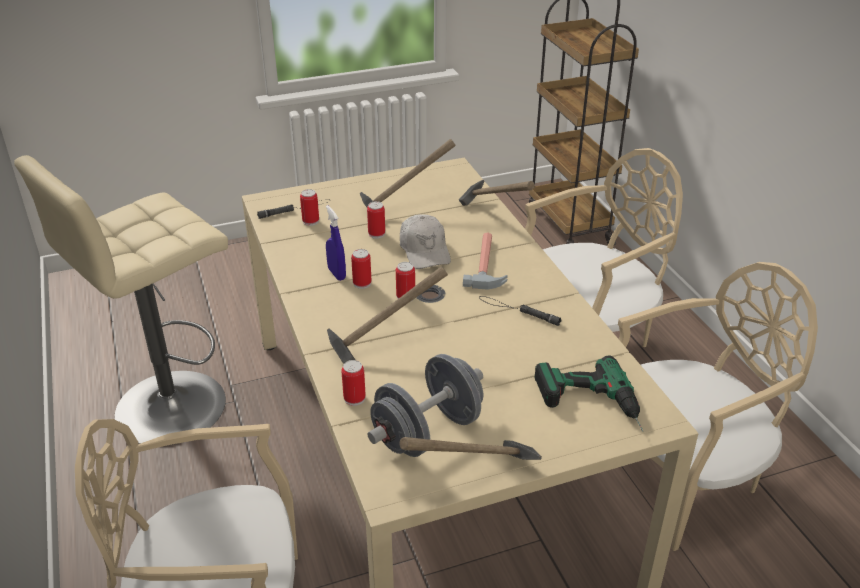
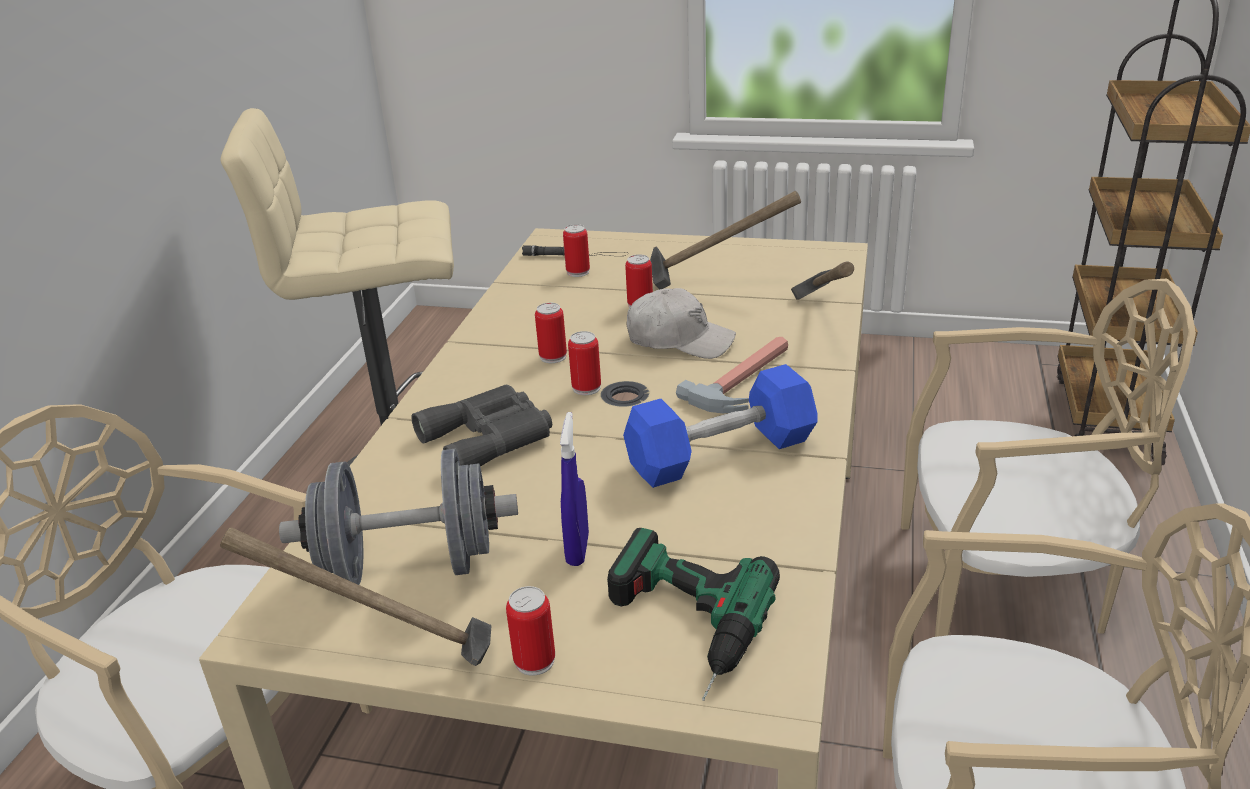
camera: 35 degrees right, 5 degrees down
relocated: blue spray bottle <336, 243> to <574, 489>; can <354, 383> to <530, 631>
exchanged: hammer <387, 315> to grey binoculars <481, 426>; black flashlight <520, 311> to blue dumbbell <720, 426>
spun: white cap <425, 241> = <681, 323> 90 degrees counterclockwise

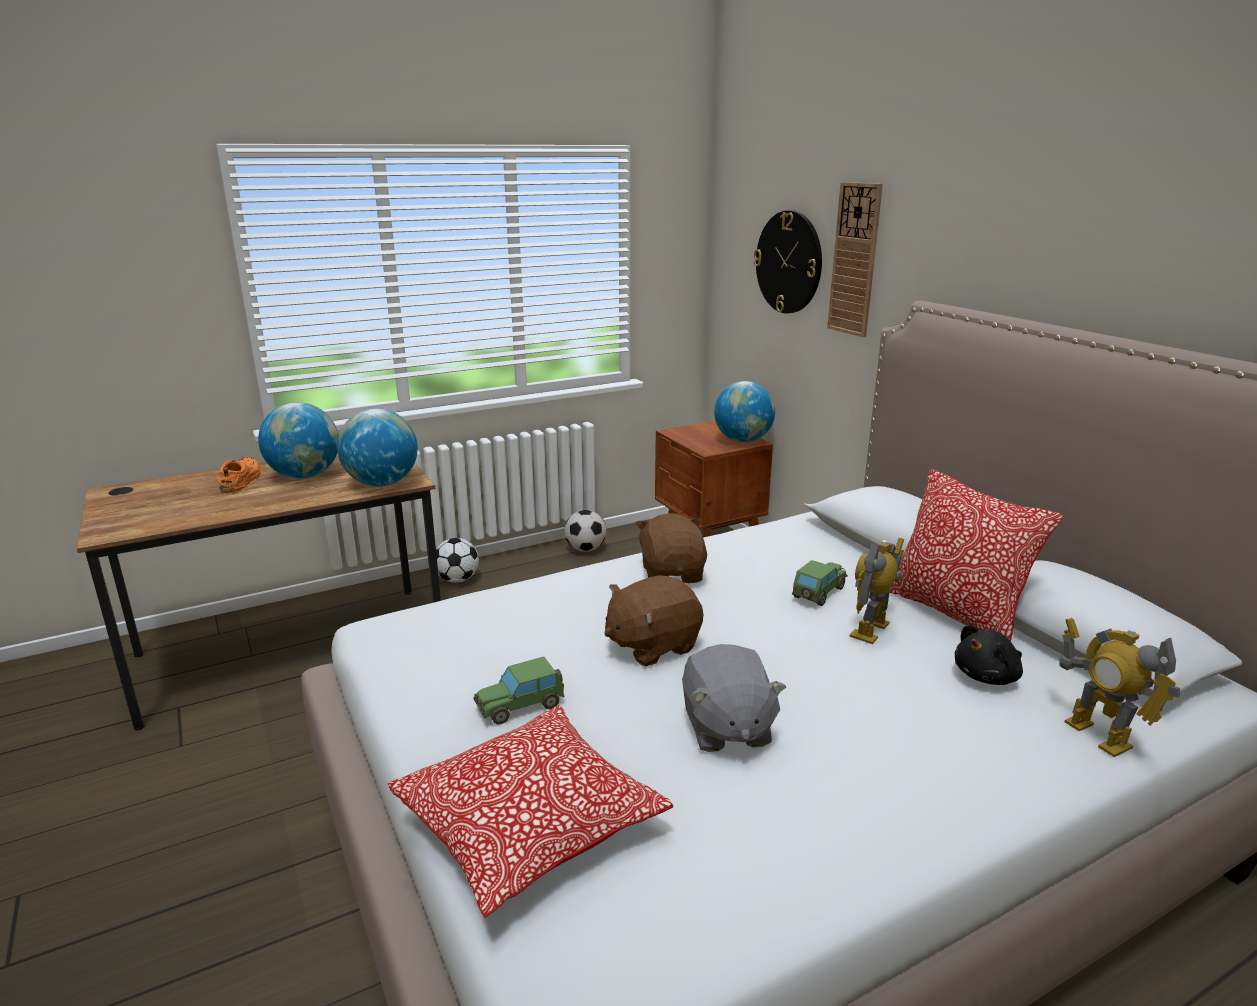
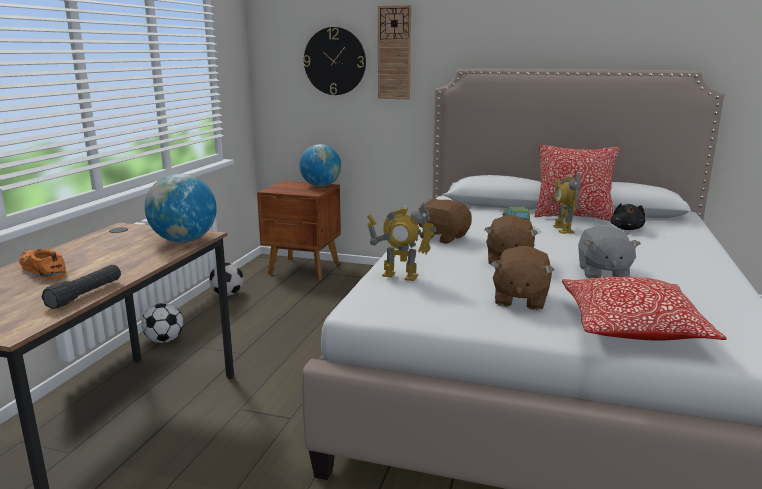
camera: 45 degrees left, 5 degrees down
missing: globe <298, 440>
appeared: black flashlight <81, 287>
relocated: toy robot <1119, 687> to <402, 241>
exchanged: toy car <518, 691> to brown plush toy <522, 278>
spun: grey plush toy <734, 698> = <609, 252> 60 degrees clockwise

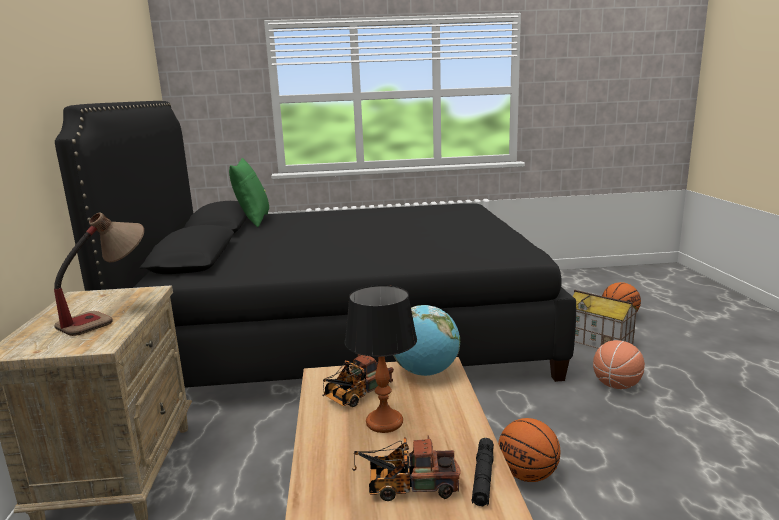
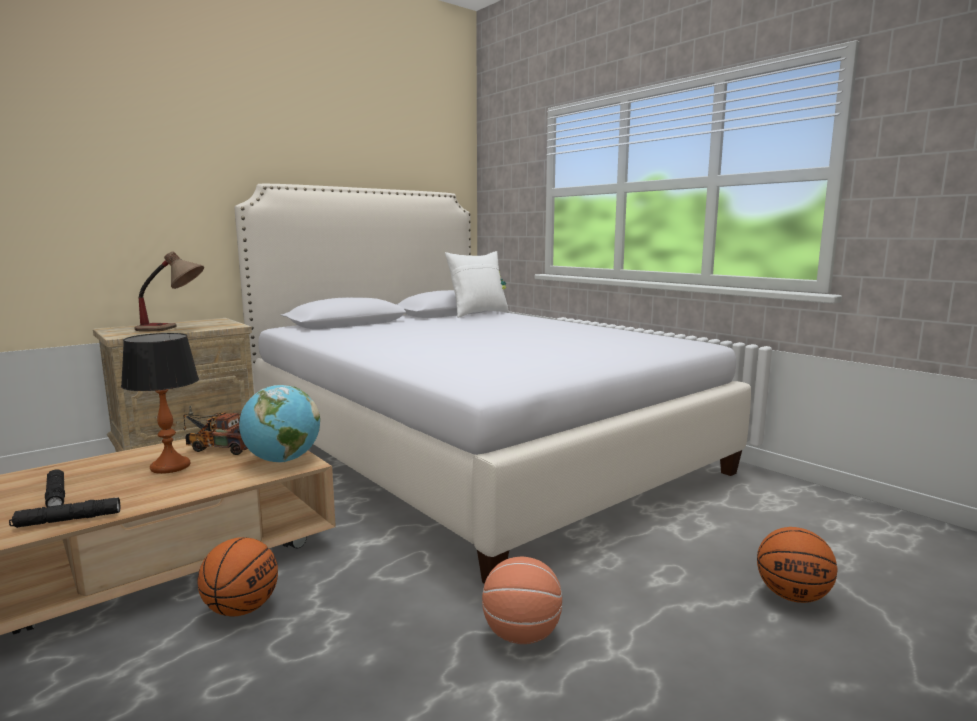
camera: 55 degrees right, 5 degrees down
missing: toy house <605, 319>
exchanged: toy truck <406, 468> to black flashlight <55, 488>
colour: black bed <315, 244> to white bed <492, 383>; green pillow <249, 192> to white pillow <477, 284>

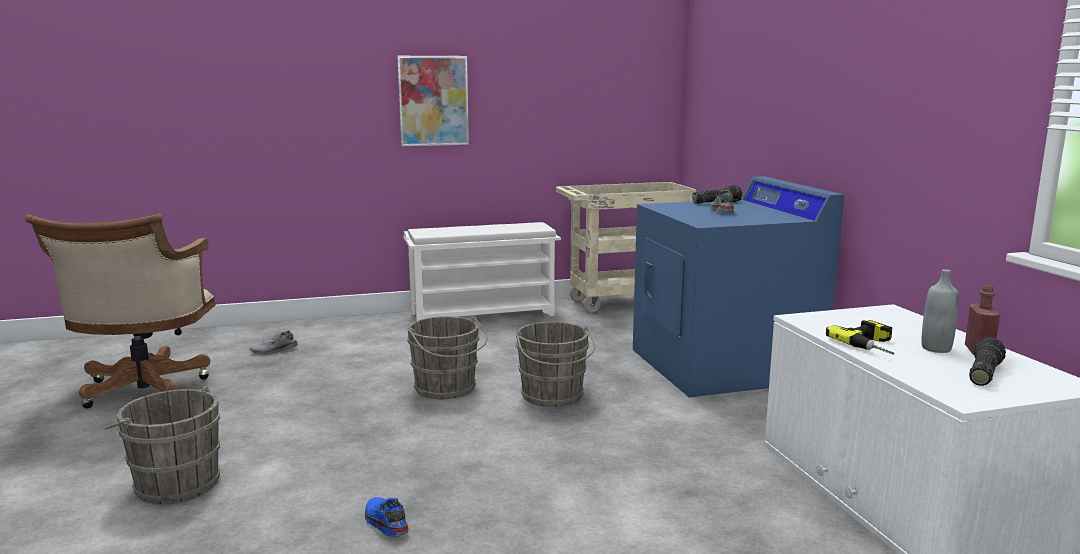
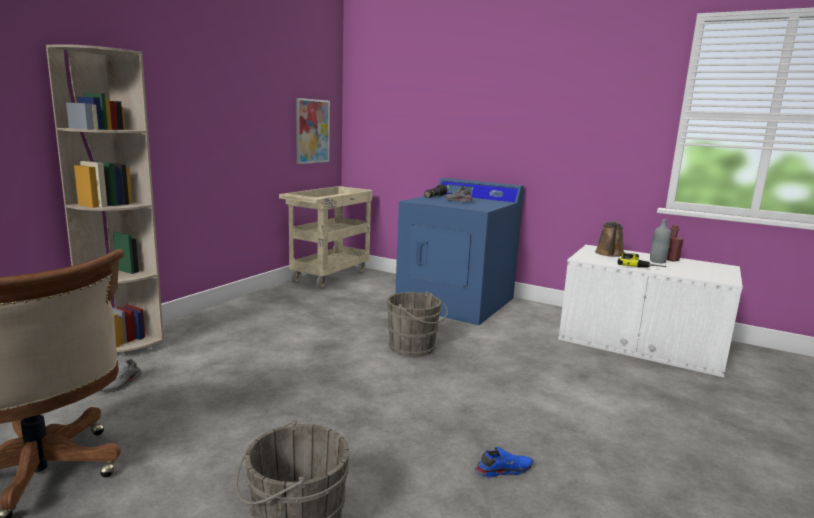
camera: 45 degrees left, 0 degrees up
missing: white shoe rack <482, 271>; grey bucket <447, 357>; flashlight <987, 361>
appeared: beige bookcase <105, 200>; brown watering can <609, 239>
relocated: picture <433, 101> to <313, 131>
spun: blue shoe <387, 517> = <504, 462> 150 degrees clockwise

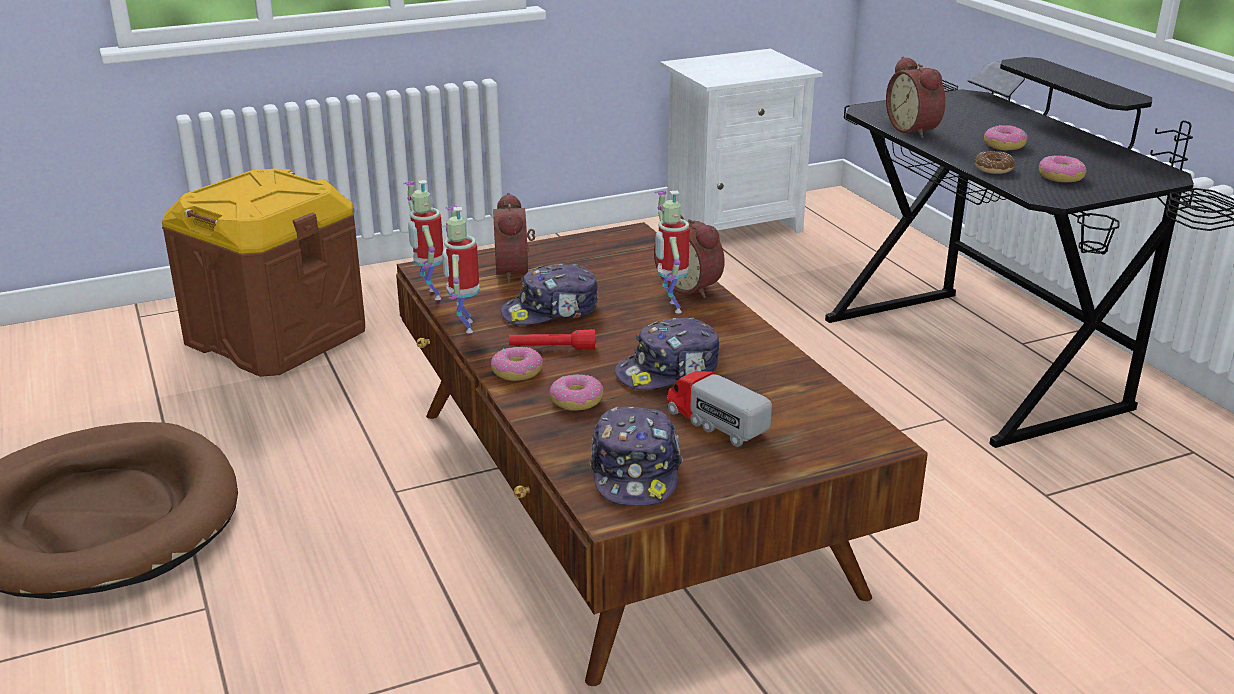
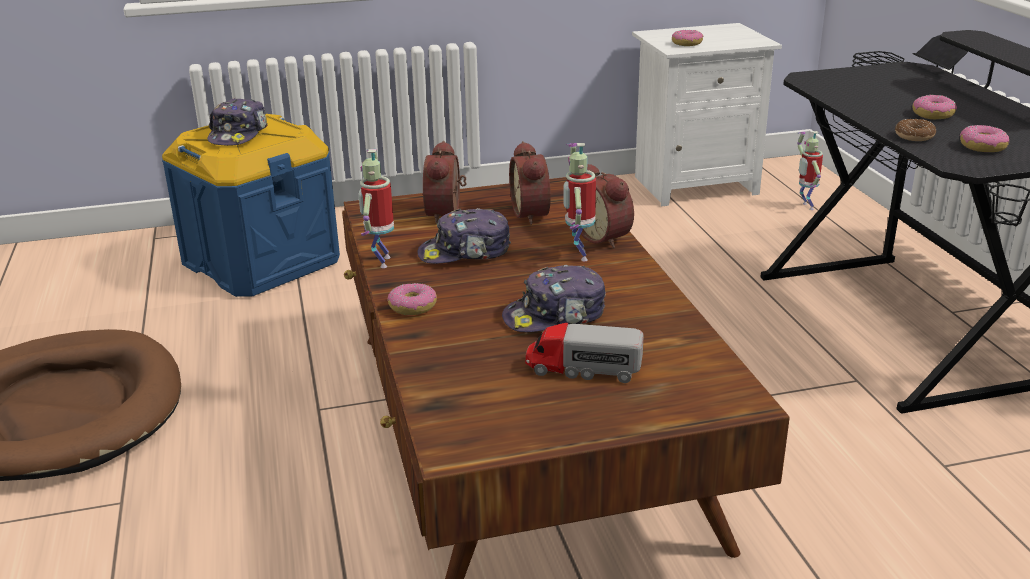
camera: 10 degrees right, 0 degrees up
missing: red flashlight <552, 339>
relocated: alarm clock <916, 97> to <530, 183>; toy robot <423, 240> to <810, 170>; donut <577, 392> to <688, 38>; cap <636, 456> to <237, 122>
colour: brown storage box <263, 272> to blue storage box <251, 205>
spun: toy truck <719, 409> = <584, 353> 45 degrees counterclockwise

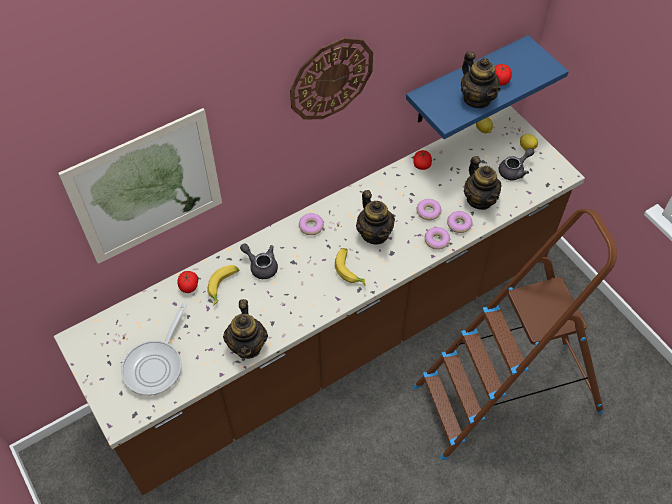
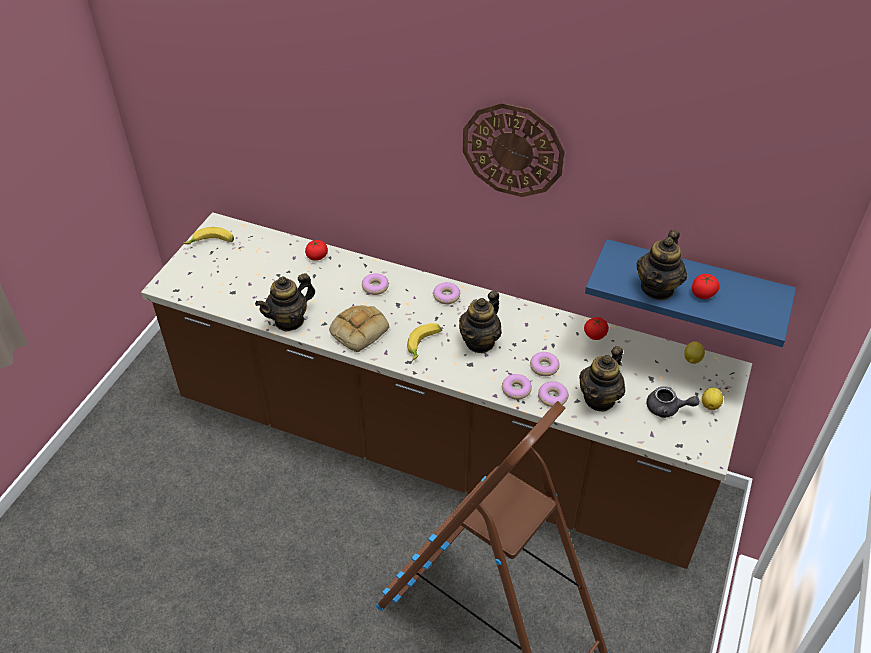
camera: 55 degrees right, 10 degrees down
missing: picture <140, 186>; frying pan <154, 349>
appeared: bread <359, 328>
relocated: banana <223, 285> to <208, 235>
exchanged: grey teapot <259, 261> to donut <375, 284>

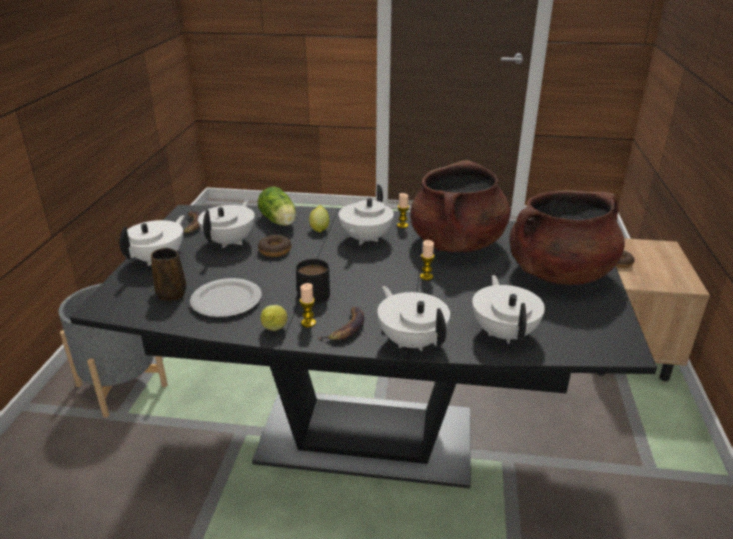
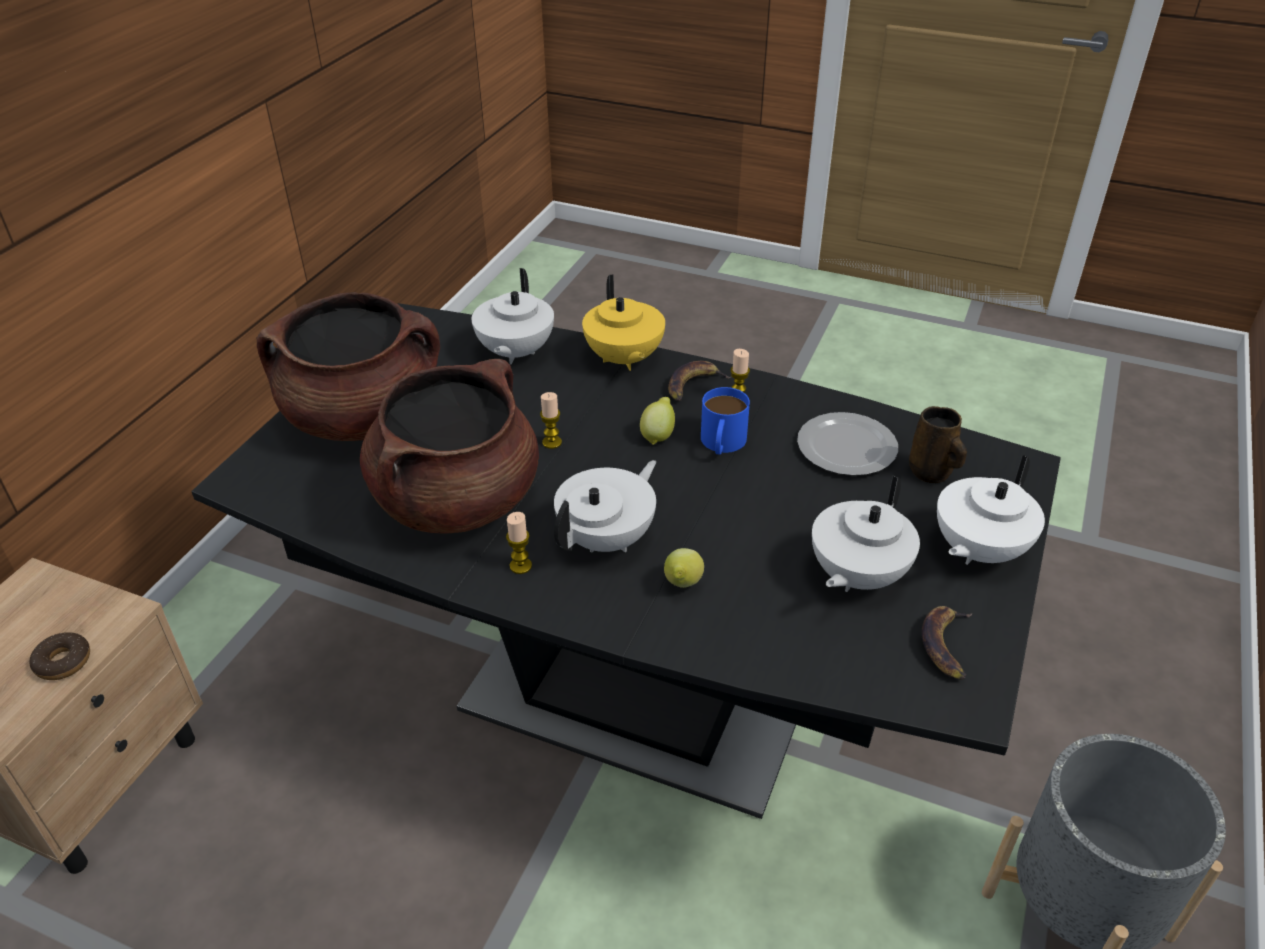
camera: 165 degrees left, 10 degrees up
missing: lettuce <277, 206>; donut <274, 246>
relocated: lemon <273, 318> to <657, 421>
colour: black mug <313, 281> to blue mug <725, 421>; white teapot <413, 318> to yellow teapot <623, 322>

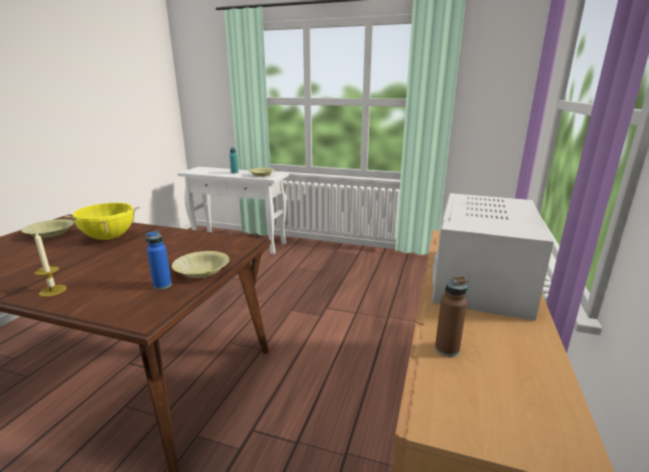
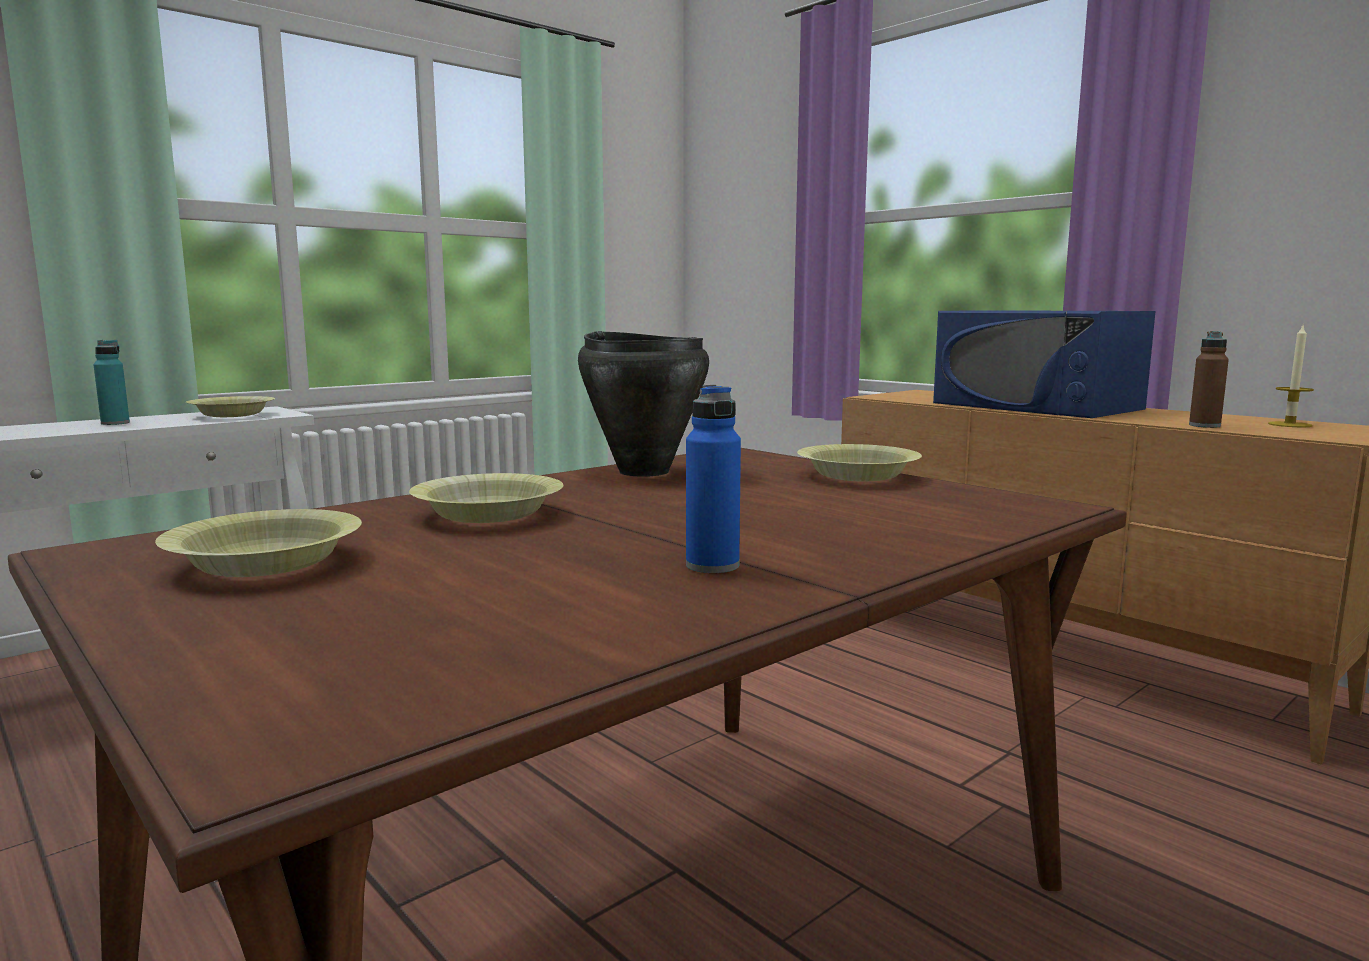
camera: 60 degrees left, 10 degrees down
appeared: black cooking pot <643, 404>
relocated: blue bottle <159, 260> to <713, 479>; candle <51, 265> to <1291, 376>
exchanged: yellow cooking pot <102, 221> to yellow bowl <486, 498>
colour: white microwave <493, 257> to blue microwave <1044, 364>

